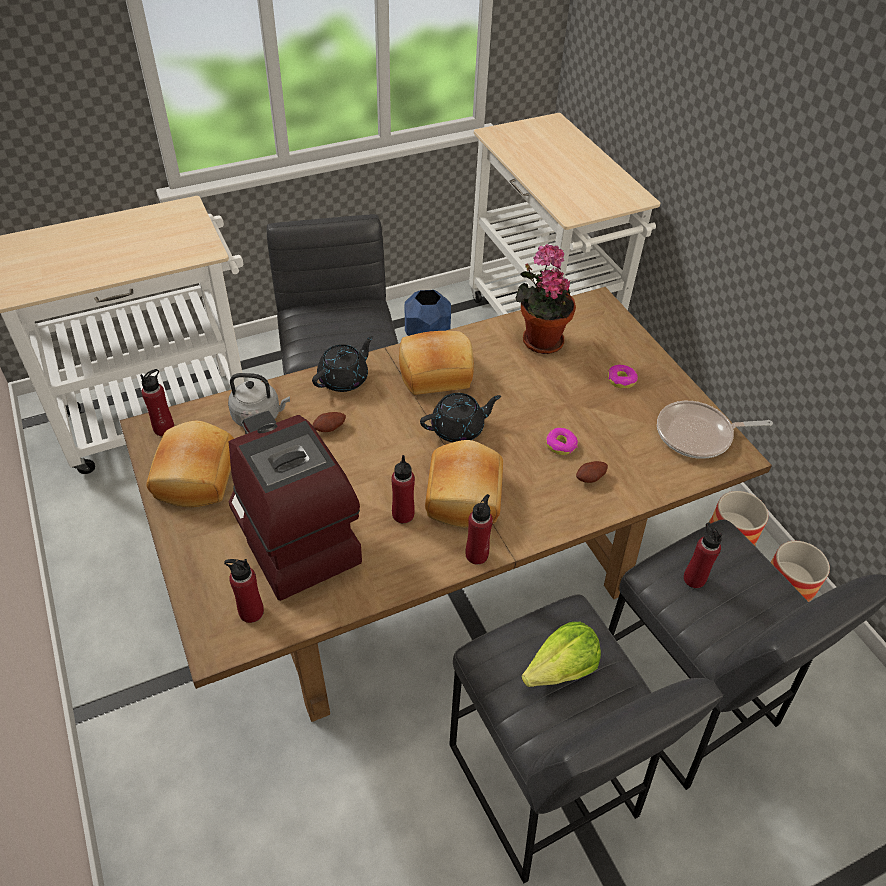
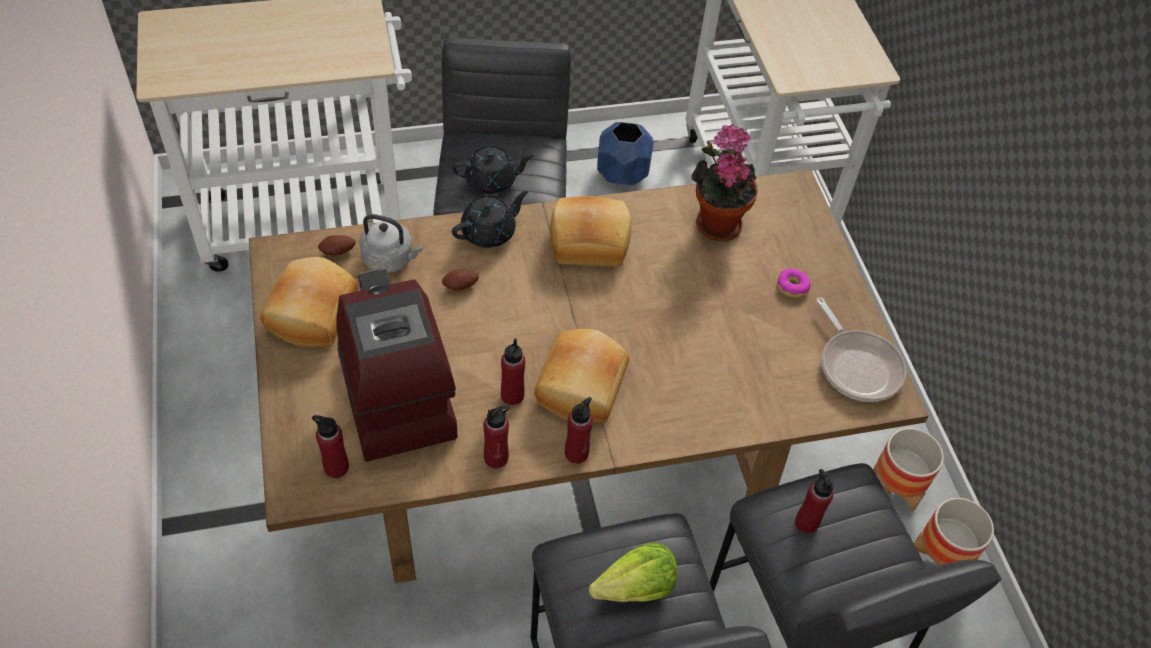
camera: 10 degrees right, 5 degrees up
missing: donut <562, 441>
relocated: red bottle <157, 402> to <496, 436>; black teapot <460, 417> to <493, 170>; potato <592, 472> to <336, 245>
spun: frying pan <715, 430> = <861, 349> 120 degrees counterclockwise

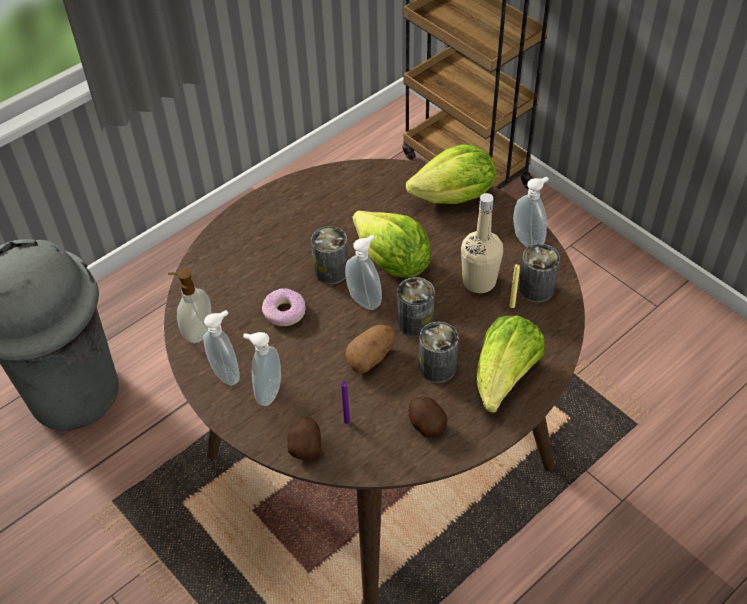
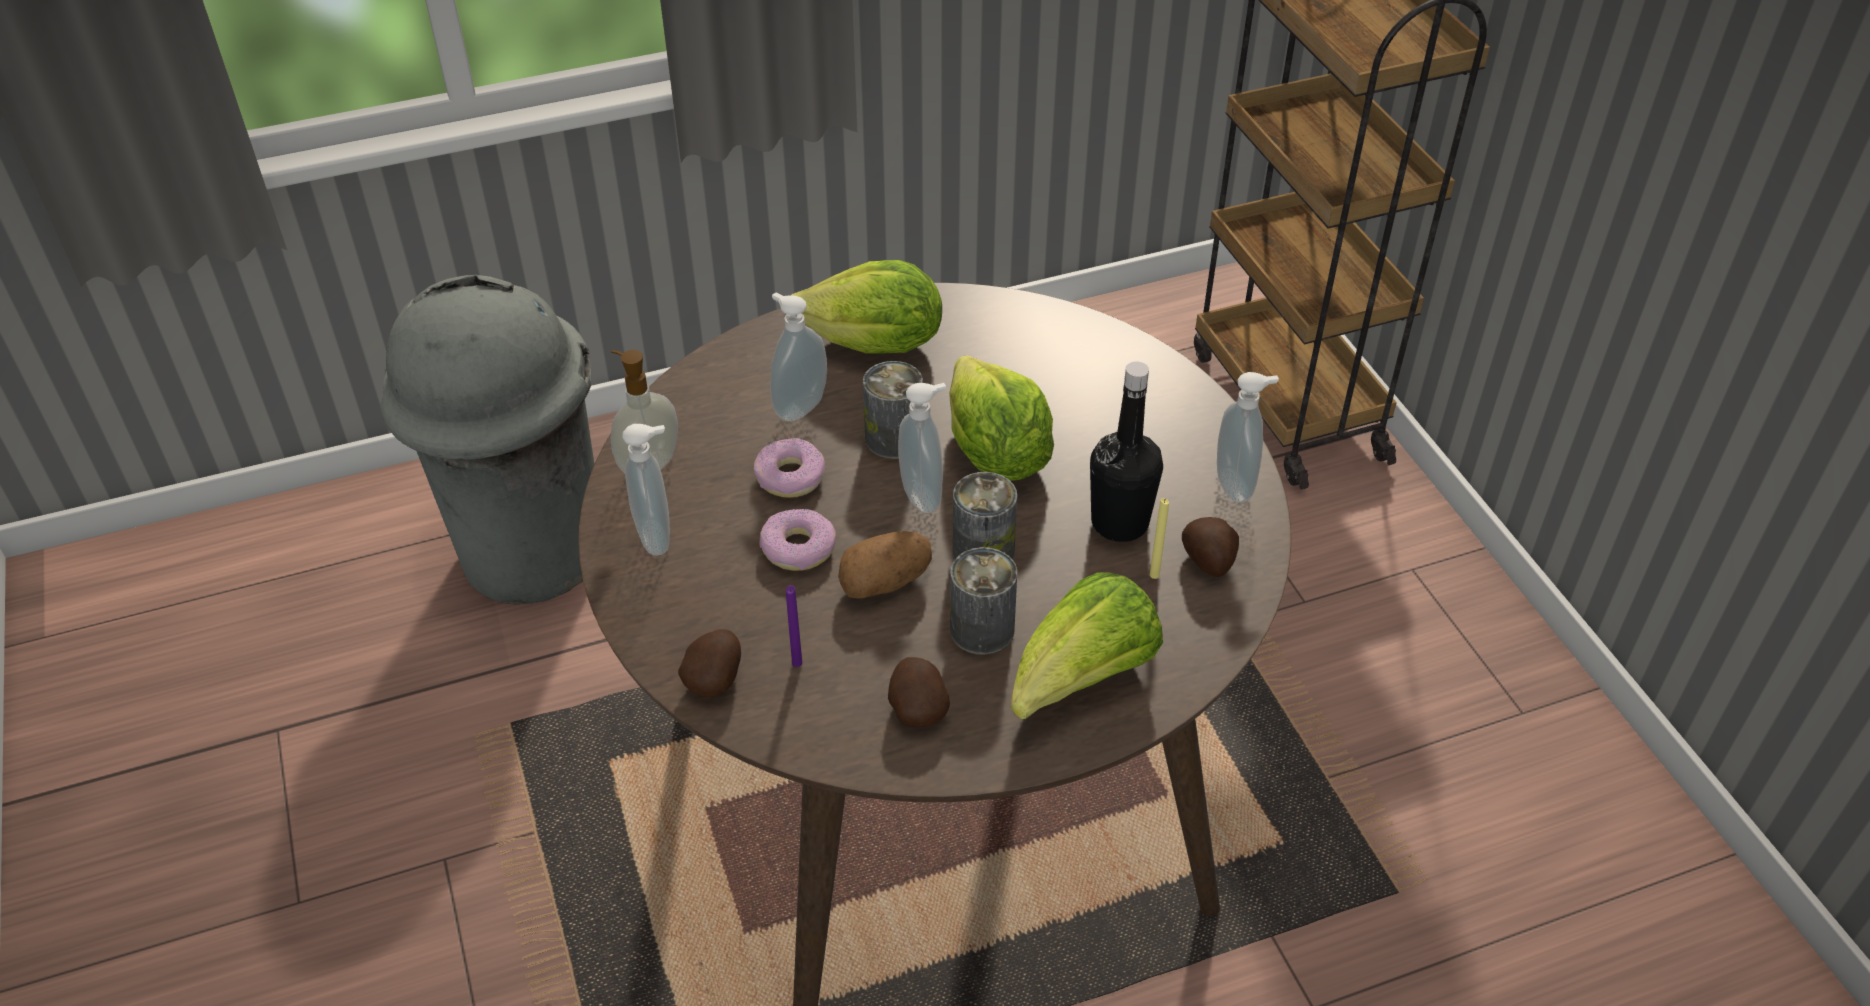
camera: 20 degrees right, 5 degrees down
appeared: donut <797, 540>
relocated: lettuce <451, 174> to <866, 307>; soap dispenser <262, 369> to <798, 357>
exchanged: can <539, 273> to potato <1210, 547>
colour: beige bottle <482, 243> to black bottle <1126, 451>

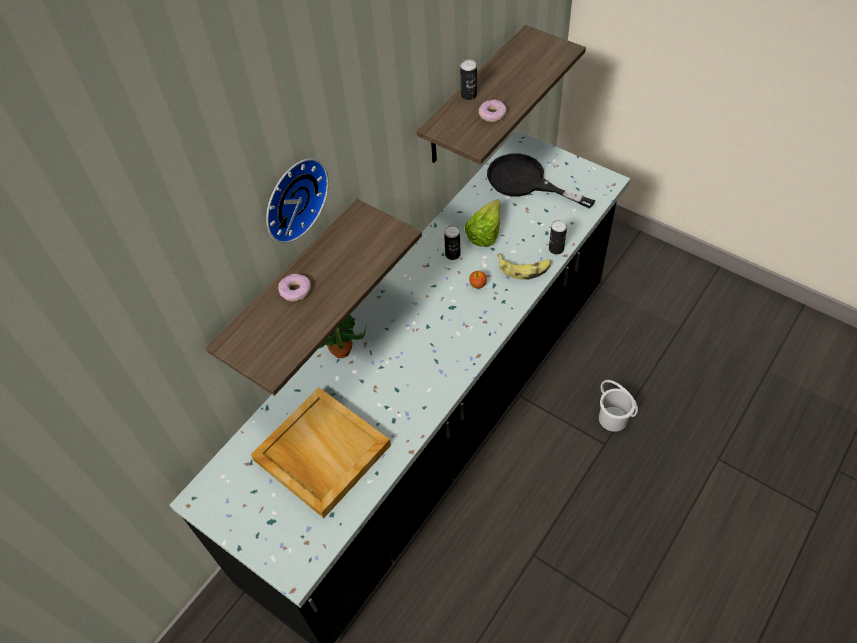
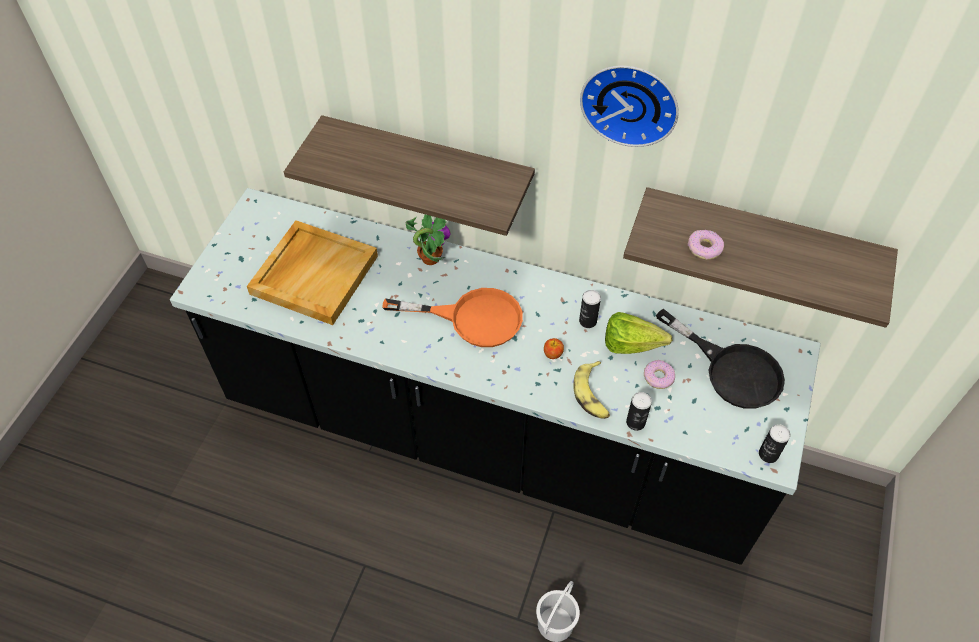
camera: 70 degrees right, 0 degrees up
appeared: orange frying pan <452, 317>
relocated: can <468, 80> to <774, 443>; wall clock <297, 200> to <629, 106>; donut <294, 287> to <659, 374>
spun: black frying pan <541, 181> = <720, 359> 120 degrees clockwise

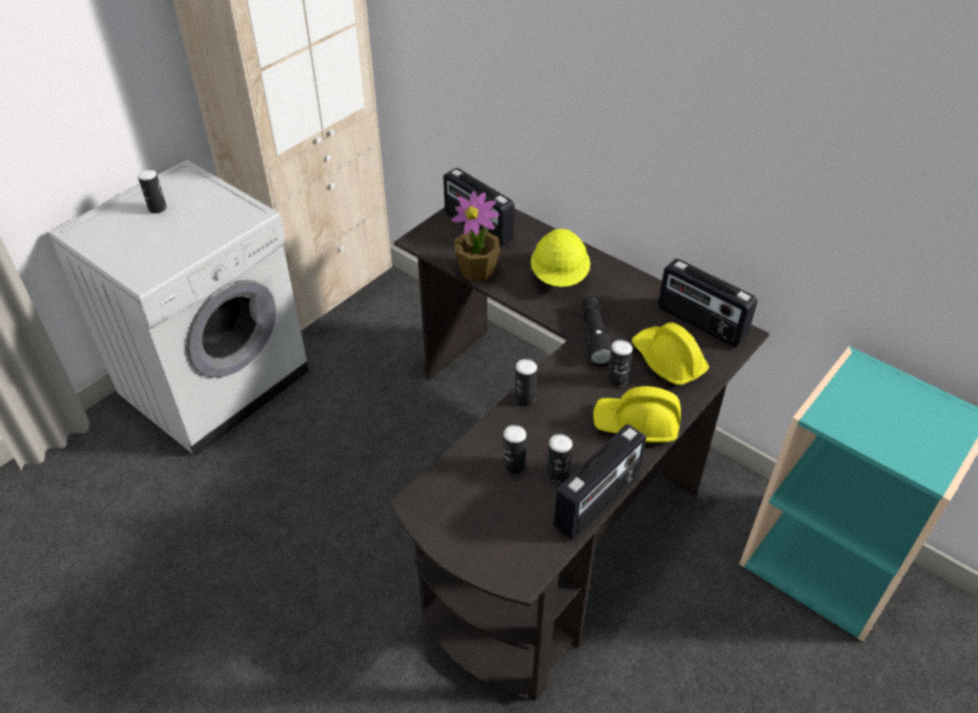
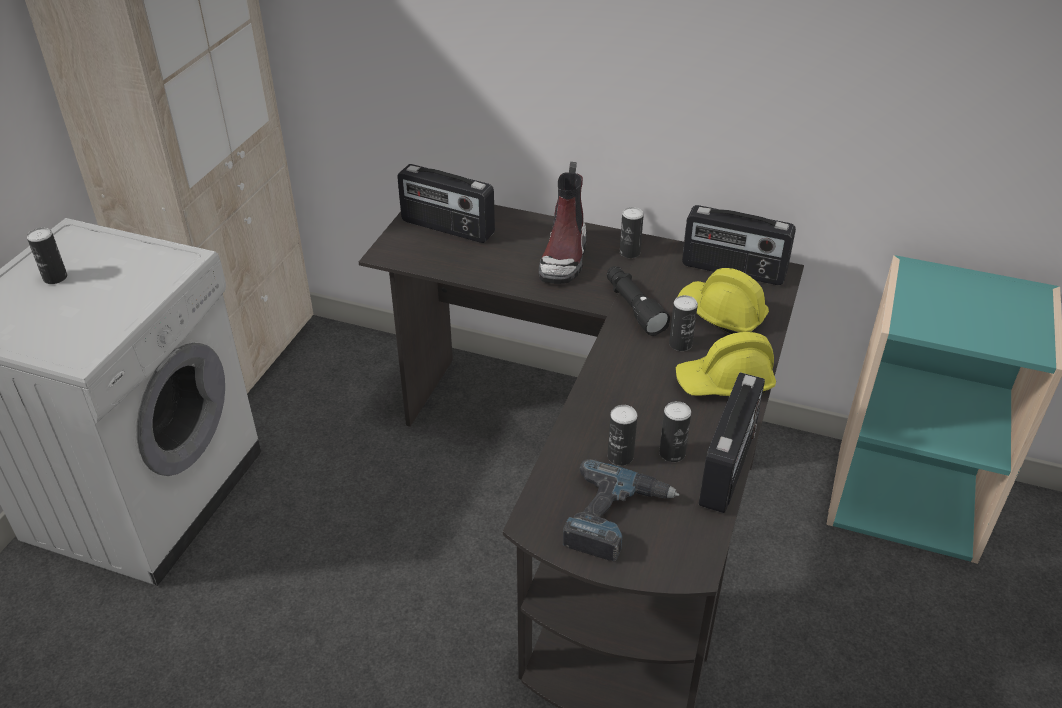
camera: 20 degrees left, 5 degrees down
missing: potted plant <476, 236>
appeared: power drill <621, 510>
relocated: can <526, 382> to <632, 232>
exchanged: yellow hard hat <560, 258> to boot <562, 223>

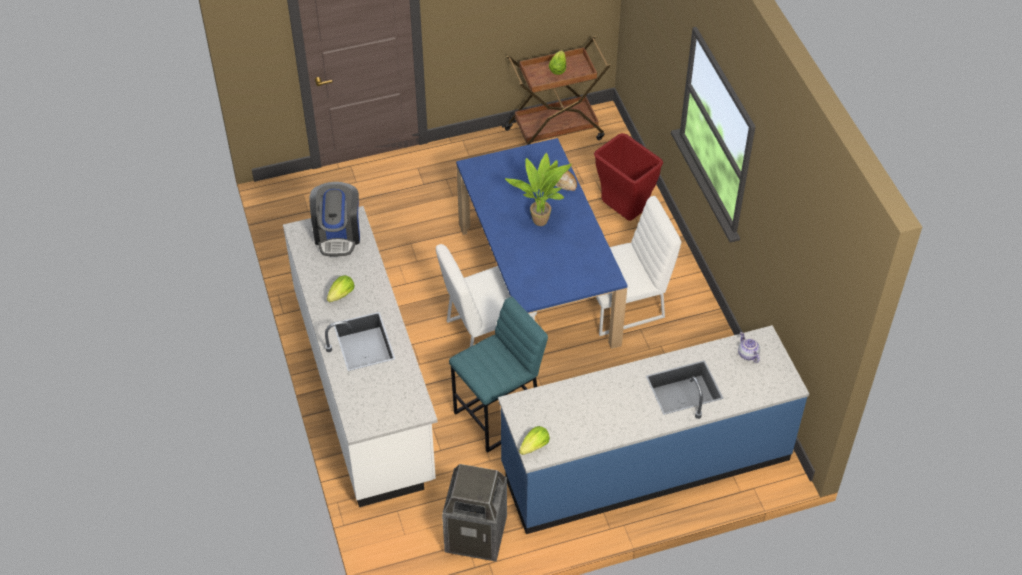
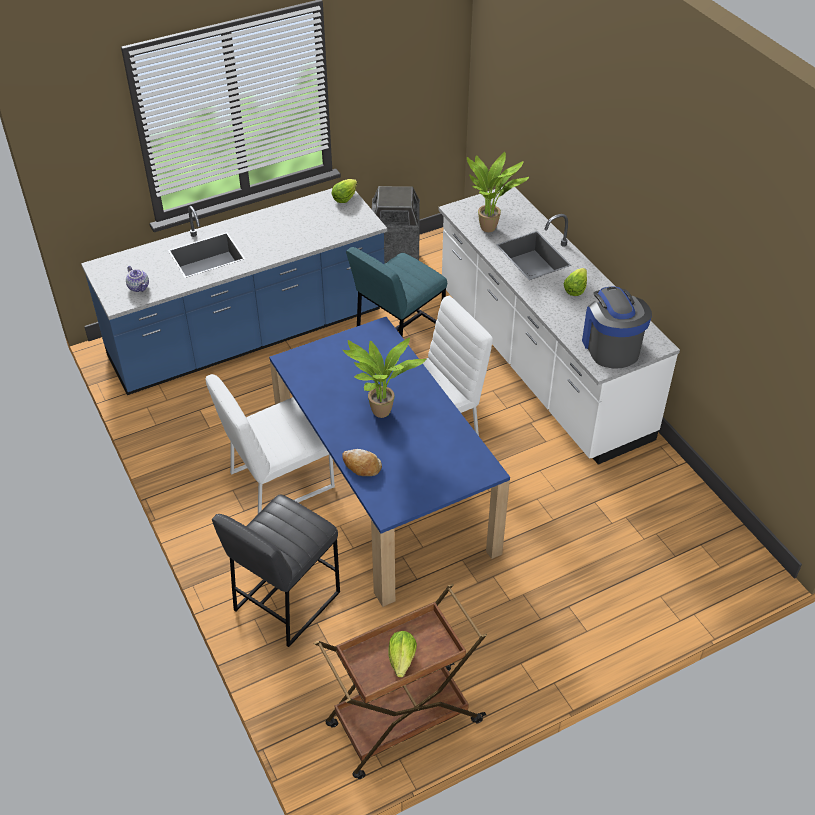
camera: 170 degrees right, 5 degrees down
appeared: potted plant <498, 192>
exchanged: red trash can <628, 177> to grey stool <276, 570>

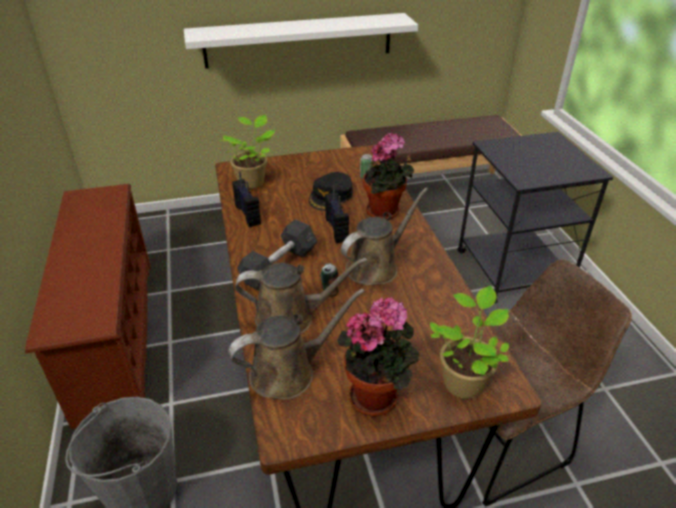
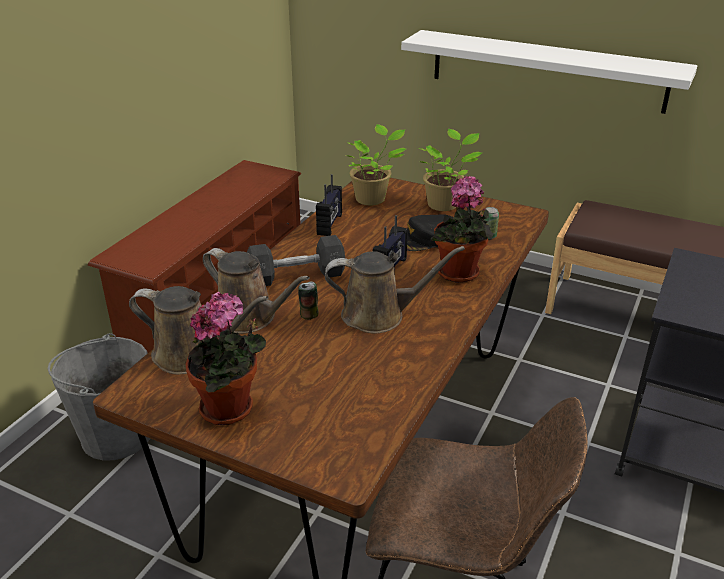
camera: 40 degrees right, 5 degrees down
relocated: potted plant <469, 342> to <450, 170>

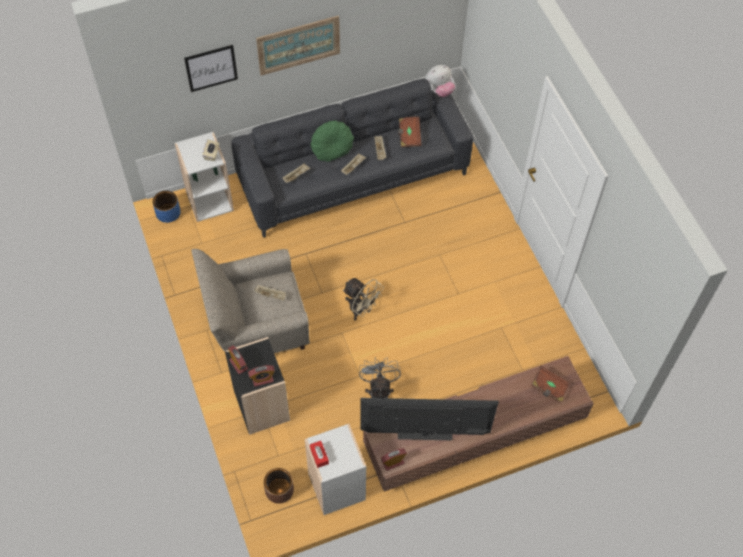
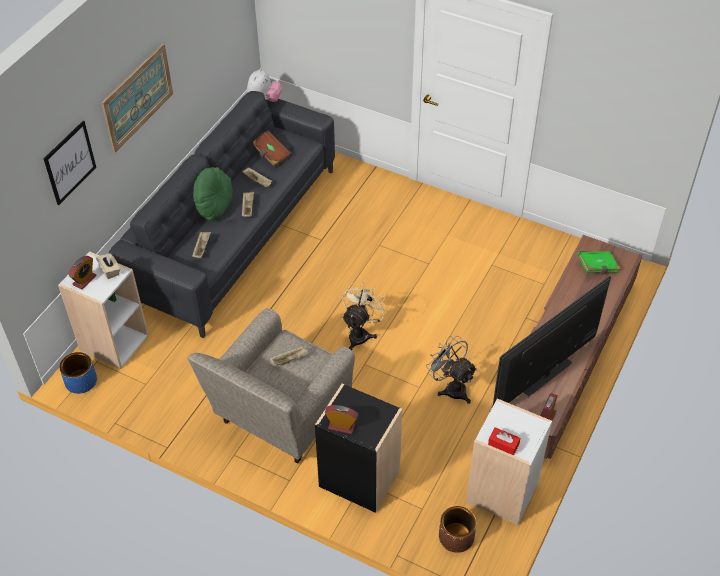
camera: 40 degrees left, 10 degrees down
relocated: alarm clock <261, 376> to <82, 273>
colour: brown book <550, 384> to green book <599, 262>
spun: beige fan <363, 299> = <365, 316> 60 degrees counterclockwise

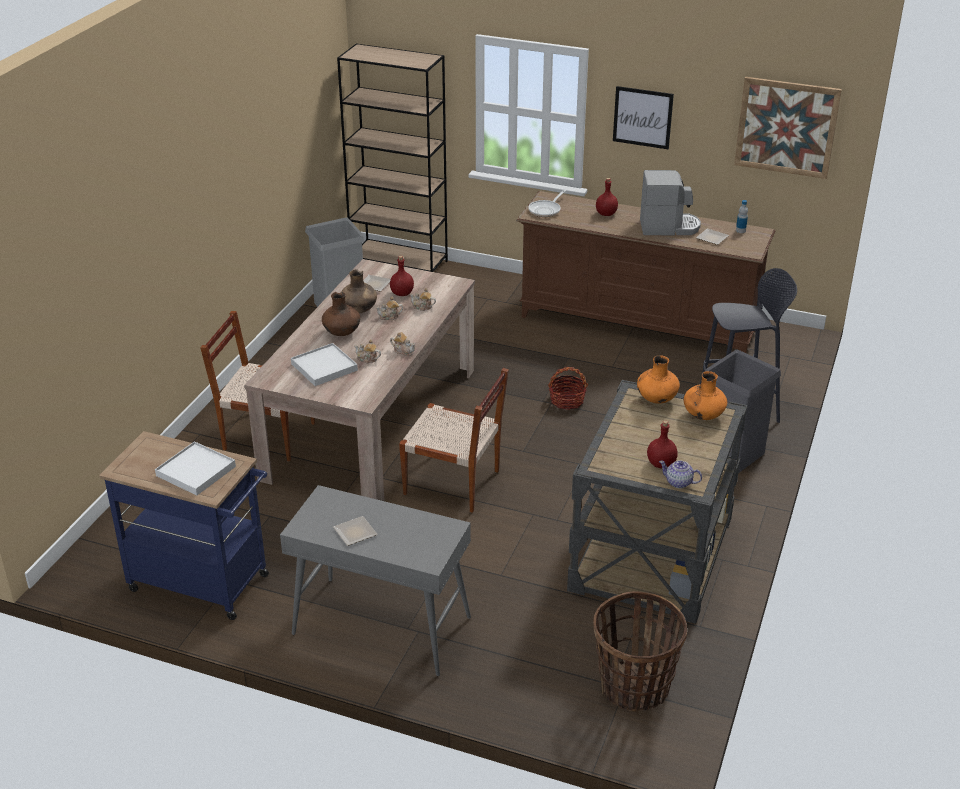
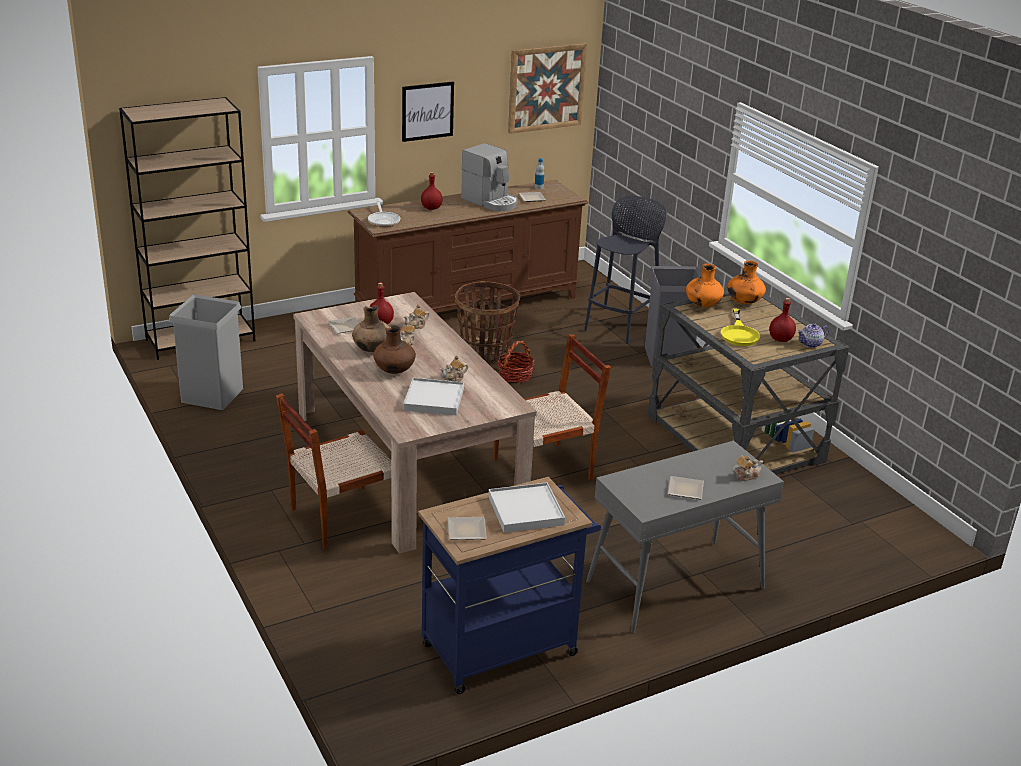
camera: 50 degrees left, 5 degrees down
appeared: yellow frying pan <740, 327>; plate <467, 528>
relocated: teapot <403, 344> to <748, 468>; basket <640, 651> to <487, 321>
spun: coffee machine <670, 202> = <489, 177> 90 degrees clockwise

